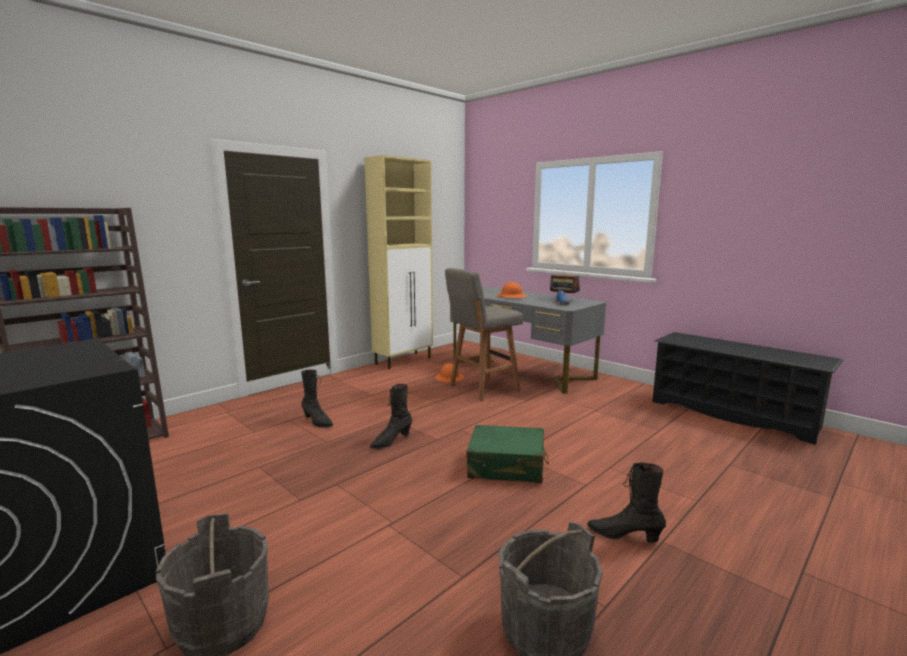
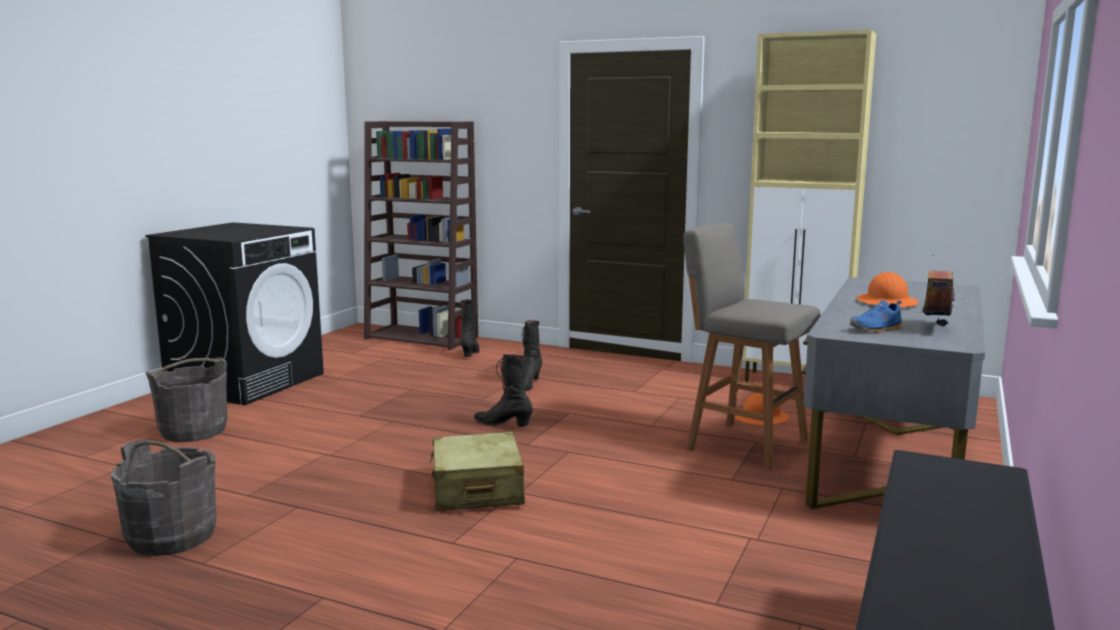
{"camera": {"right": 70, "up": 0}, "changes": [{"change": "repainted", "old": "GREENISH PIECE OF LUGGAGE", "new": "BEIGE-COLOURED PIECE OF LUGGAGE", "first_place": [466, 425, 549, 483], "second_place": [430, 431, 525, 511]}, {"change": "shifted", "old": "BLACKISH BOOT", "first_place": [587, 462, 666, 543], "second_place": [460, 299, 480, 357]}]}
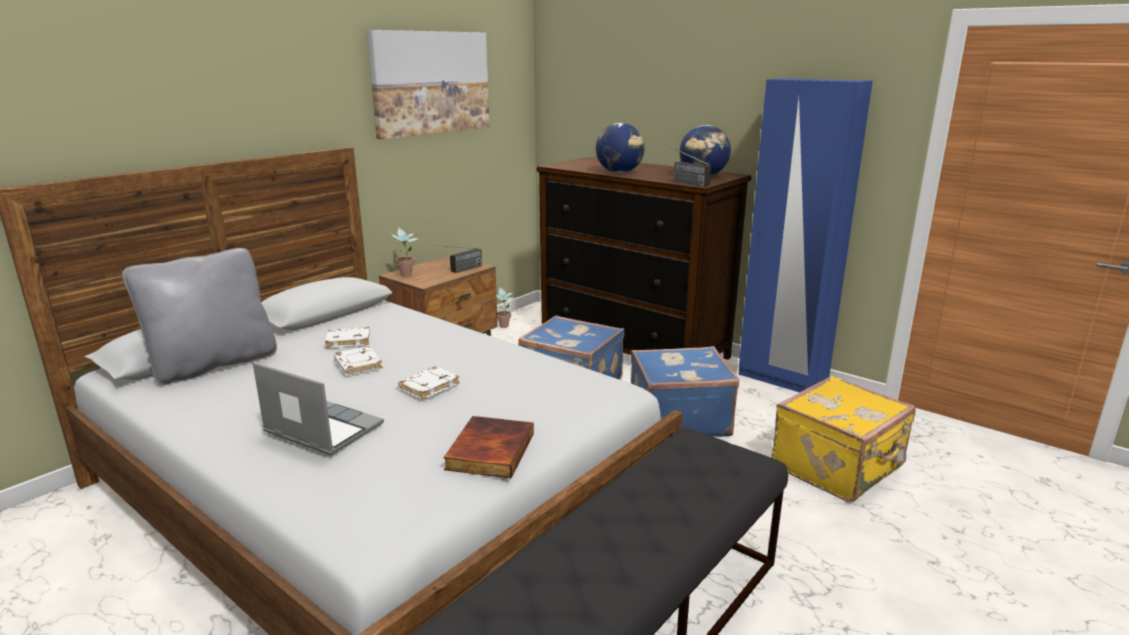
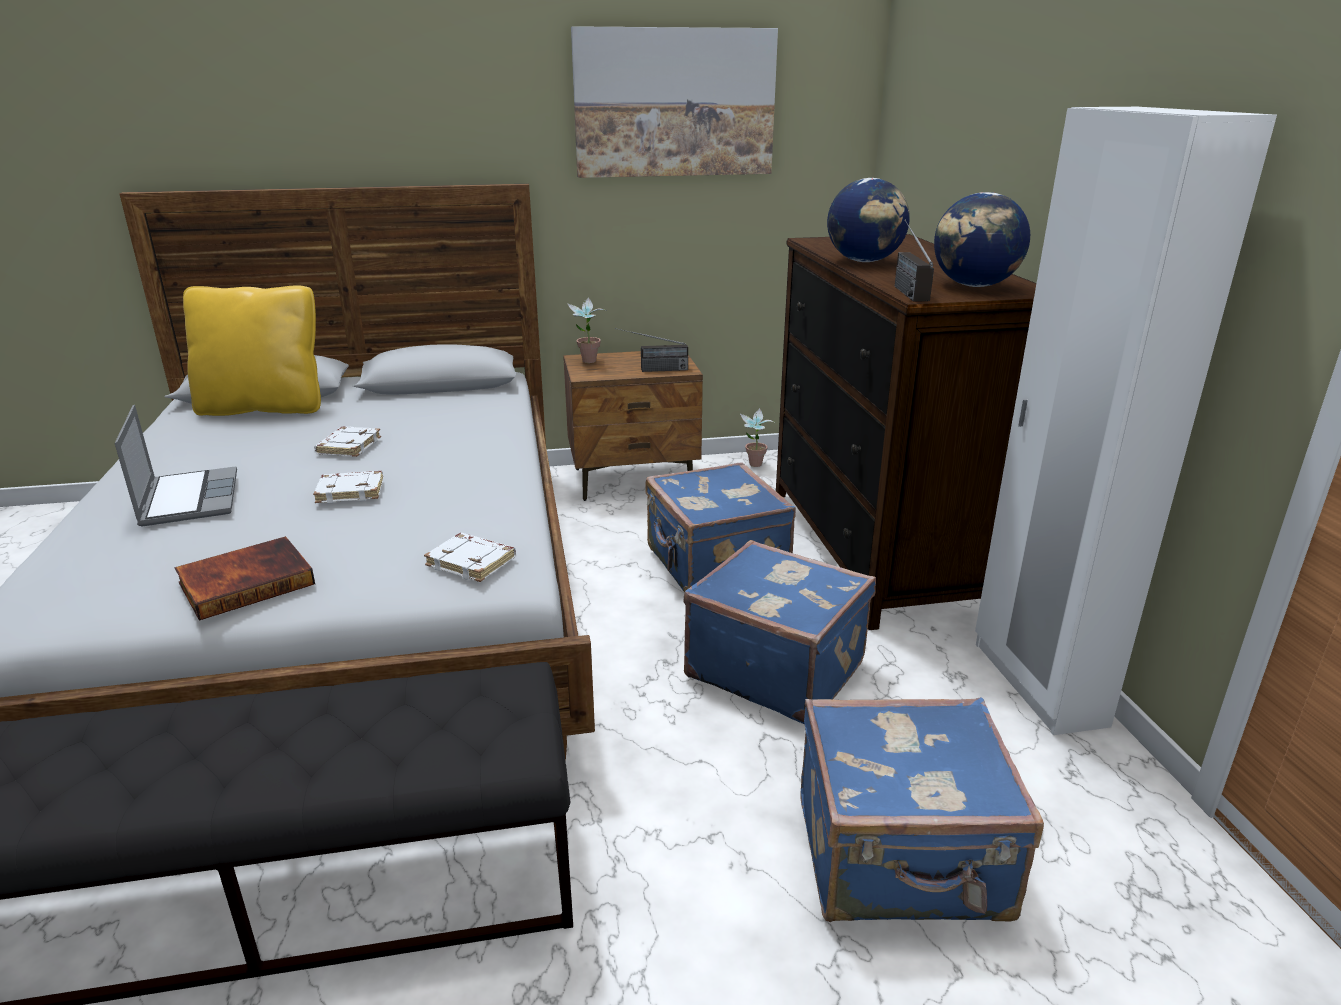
{"camera": {"right": 40, "up": 5}, "changes": [{"change": "repainted", "old": "GREYISH PILLOW", "new": "YELLOWISH PILLOW", "first_place": [122, 248, 277, 385], "second_place": [183, 286, 321, 416]}, {"change": "shifted", "old": "WHITE BOUND BOOK", "first_place": [325, 327, 370, 348], "second_place": [424, 533, 516, 582]}, {"change": "repainted", "old": "BLUE WARDROBE", "new": "WHITE WARDROBE", "first_place": [739, 78, 873, 392], "second_place": [975, 107, 1277, 735]}, {"change": "repainted", "old": "YELLOWISH PIECE OF LUGGAGE", "new": "BLUE PIECE OF LUGGAGE", "first_place": [771, 375, 916, 502], "second_place": [800, 697, 1044, 922]}]}
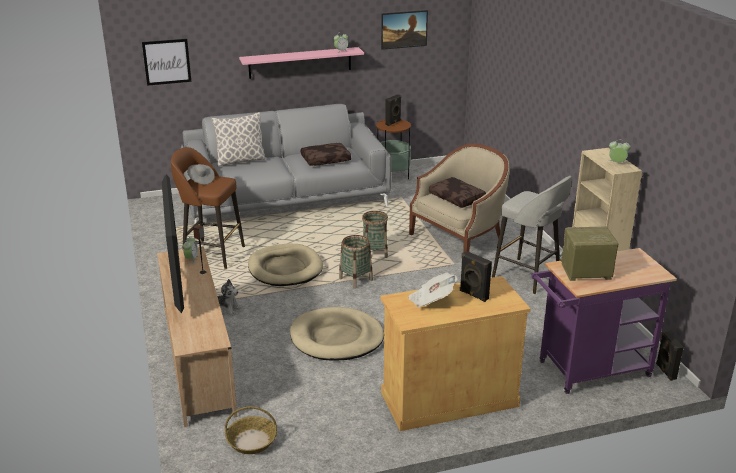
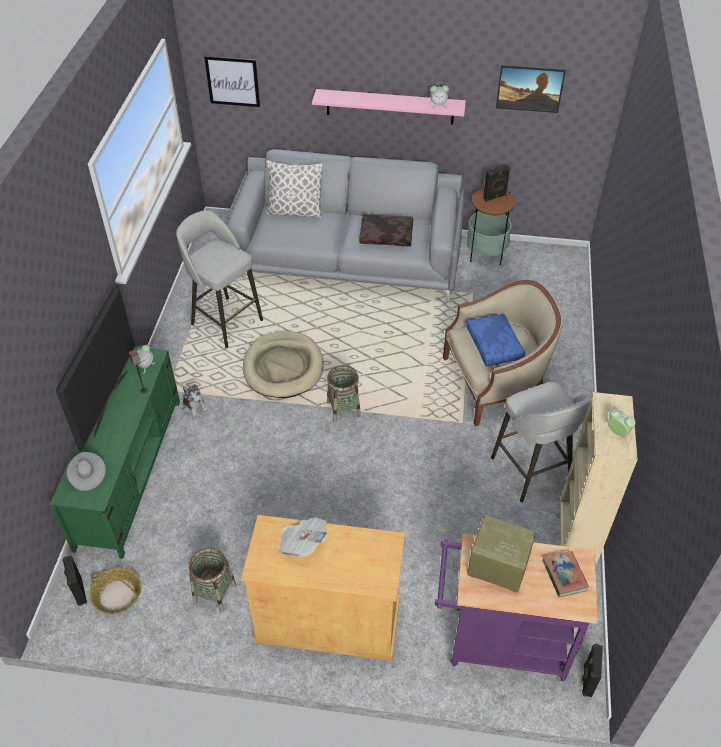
{"camera": {"right": 25, "up": 20}, "changes": [{"change": "repainted", "old": "BEIGE-COLOURED TV STAND", "new": "GREENISH TV STAND", "first_place": [157, 247, 238, 427], "second_place": [50, 347, 180, 559]}, {"change": "repainted", "old": "BROWN-COLOURED STOOL SEAT", "new": "GREYISH STOOL SEAT", "first_place": [171, 147, 245, 269], "second_place": [176, 210, 263, 348]}, {"change": "shifted", "old": "GREYISH WEARABLE HAT", "first_place": [187, 164, 215, 185], "second_place": [66, 452, 106, 491]}, {"change": "gone", "old": "BEIGE-COLOURED DOG BED", "first_place": [290, 307, 384, 361]}, {"change": "shifted", "old": "STORAGE BASKET", "first_place": [362, 211, 388, 258], "second_place": [189, 548, 236, 612]}, {"change": "repainted", "old": "BROWN-COLOURED PILLOW", "new": "BLUE PILLOW", "first_place": [429, 177, 486, 208], "second_place": [466, 314, 525, 366]}, {"change": "shifted", "old": "BLACKISH LOUDSPEAKER", "first_place": [460, 251, 492, 302], "second_place": [63, 555, 87, 606]}, {"change": "new", "new": "BOUND BOOK", "second_place": [542, 551, 589, 597]}]}
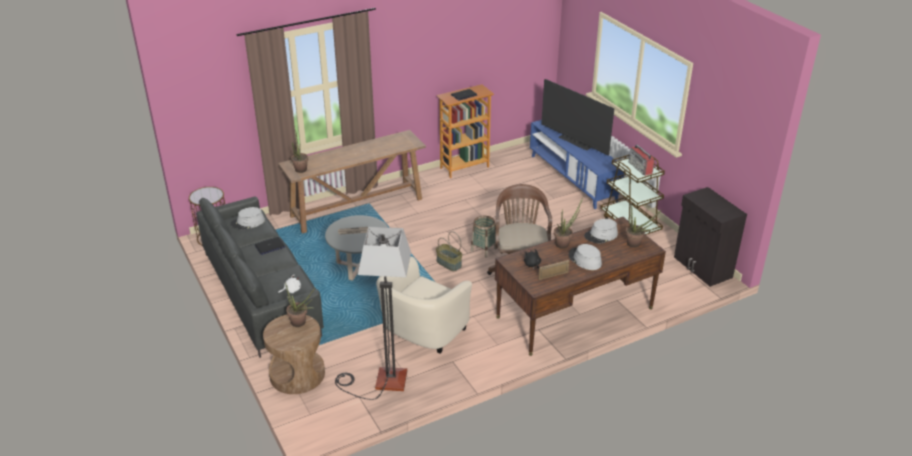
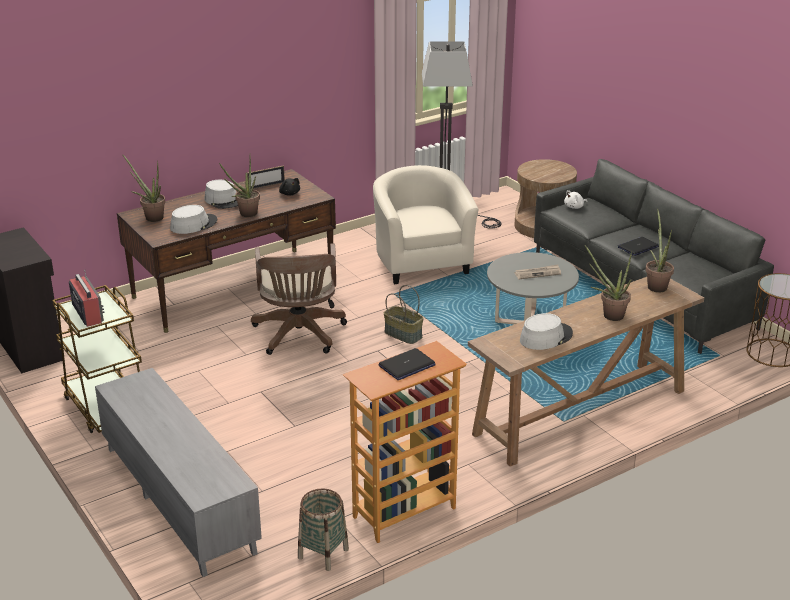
{"camera": {"right": 175, "up": -5}, "changes": [{"change": "shifted", "old": "GREYISH WEARABLE HAT", "first_place": [230, 207, 265, 230], "second_place": [520, 313, 573, 350]}, {"change": "shifted", "old": "POTTED PLANT", "first_place": [285, 282, 316, 327], "second_place": [585, 245, 632, 321]}, {"change": "rotated", "old": "BEIGE-COLOURED ARMCHAIR", "first_place": [376, 256, 472, 354], "second_place": [373, 165, 478, 284], "degrees": -45}, {"change": "shifted", "old": "STORAGE BASKET", "first_place": [471, 216, 497, 258], "second_place": [298, 488, 349, 571]}, {"change": "repainted", "old": "BLUE TV STAND", "new": "GREYISH TV STAND", "first_place": [530, 120, 624, 209], "second_place": [95, 368, 262, 577]}, {"change": "gone", "old": "TV", "first_place": [541, 79, 614, 155]}]}
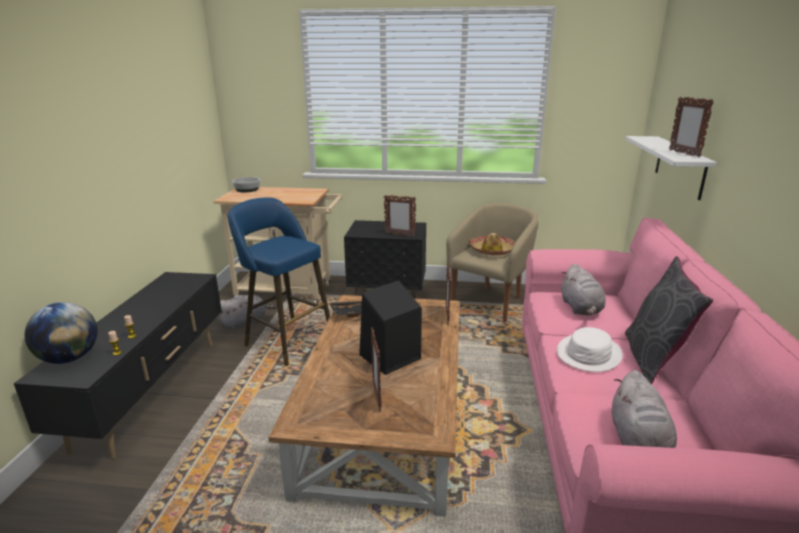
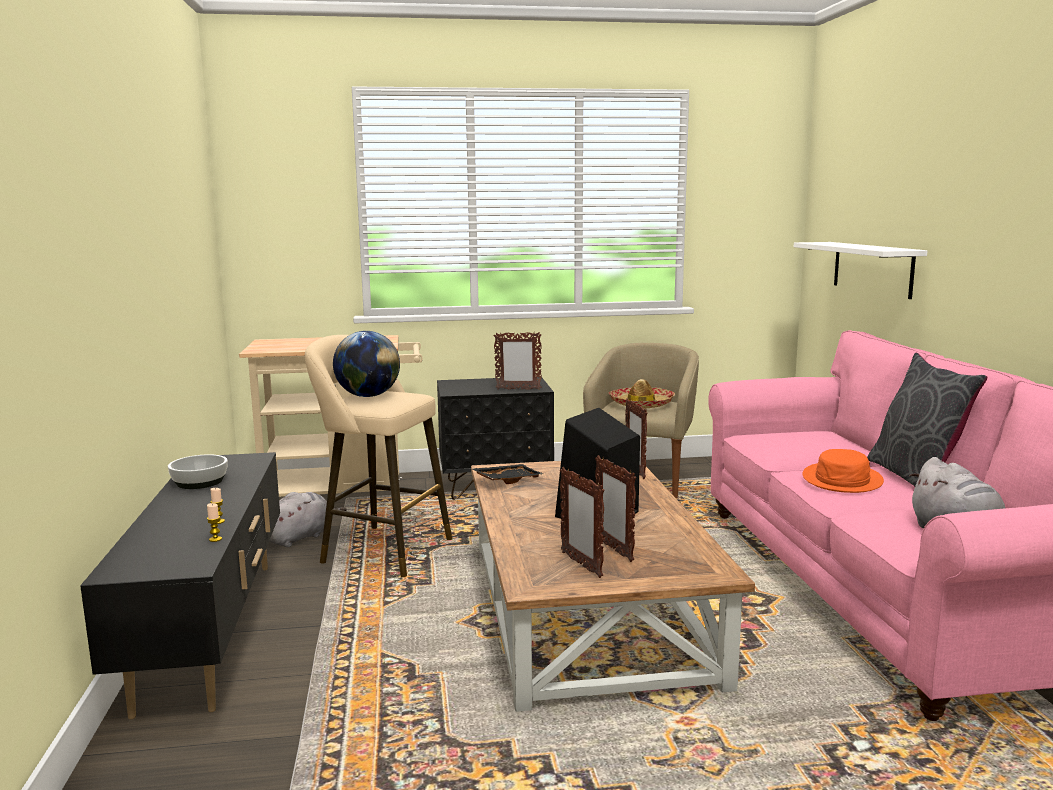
{"camera": {"right": -15, "up": -10}, "changes": [{"change": "shifted", "old": "WORLD GLOBE", "first_place": [25, 302, 98, 364], "second_place": [333, 331, 400, 397]}, {"change": "repainted", "old": "BLUE STOOL SEAT", "new": "BEIGE-COLOURED STOOL SEAT", "first_place": [228, 197, 330, 366], "second_place": [305, 335, 452, 577]}, {"change": "shifted", "old": "SERVING BOWL", "first_place": [232, 177, 260, 192], "second_place": [168, 454, 228, 489]}, {"change": "repainted", "old": "WHITE WEARABLE HAT", "new": "ORANGE WEARABLE HAT", "first_place": [557, 327, 623, 372], "second_place": [802, 449, 884, 493]}, {"change": "gone", "old": "GREYISH SOFT TOY", "first_place": [562, 263, 605, 315]}, {"change": "shifted", "old": "STANDING FRAME", "first_place": [669, 97, 714, 158], "second_place": [560, 467, 605, 578]}]}
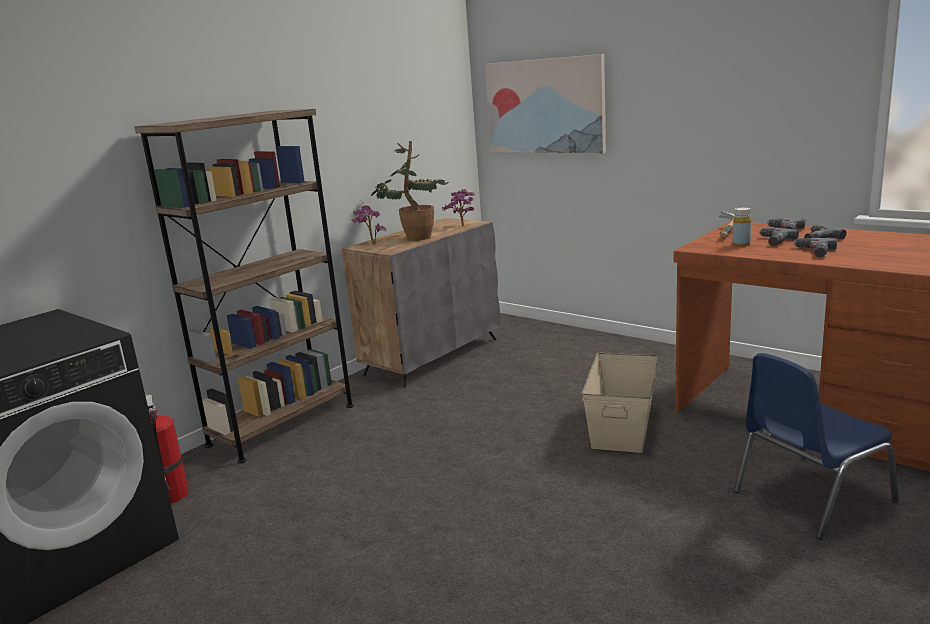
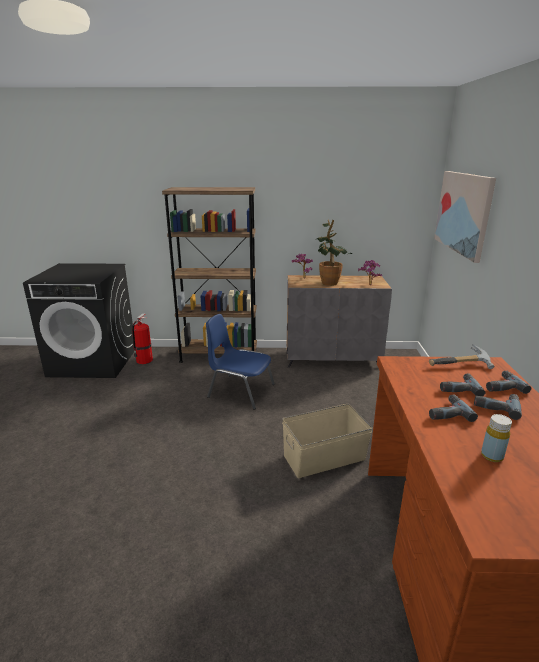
{"camera": {"right": 50, "up": 5}, "changes": [{"change": "shifted", "old": "YELLOWISH BOTTLE", "first_place": [732, 207, 751, 246], "second_place": [481, 414, 512, 462]}, {"change": "shifted", "old": "BLUE CHAIR", "first_place": [734, 353, 899, 540], "second_place": [206, 314, 275, 409]}]}
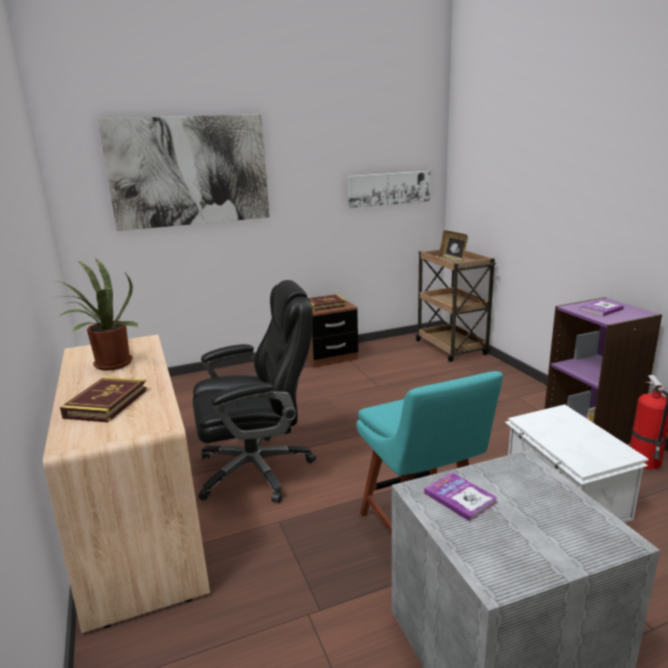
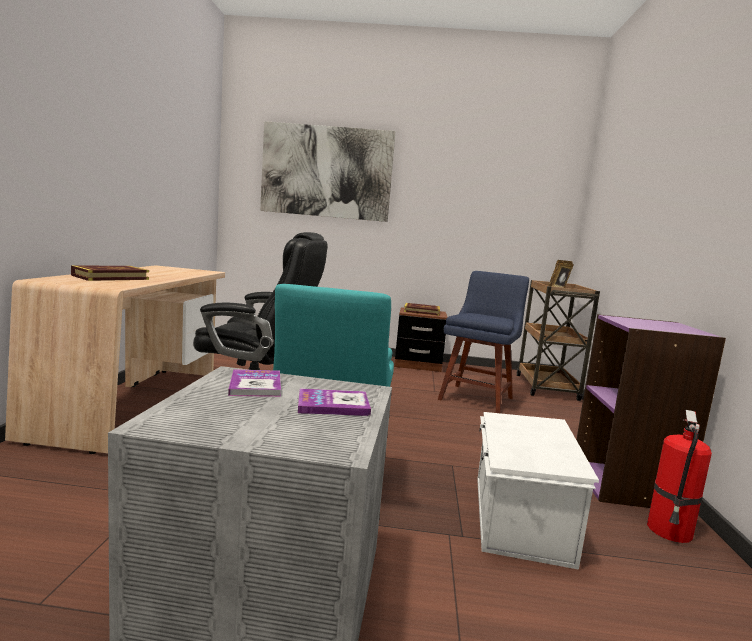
{"camera": {"right": 25, "up": -10}, "changes": [{"change": "gone", "old": "POTTED PLANT", "first_place": [55, 258, 138, 371]}, {"change": "gone", "old": "PICTURE", "first_place": [348, 171, 431, 208]}, {"change": "shifted", "old": "BOUND BOOK", "first_place": [580, 300, 624, 316], "second_place": [298, 389, 371, 416]}, {"change": "new", "new": "BLUE CHAIR", "second_place": [438, 271, 529, 413]}]}
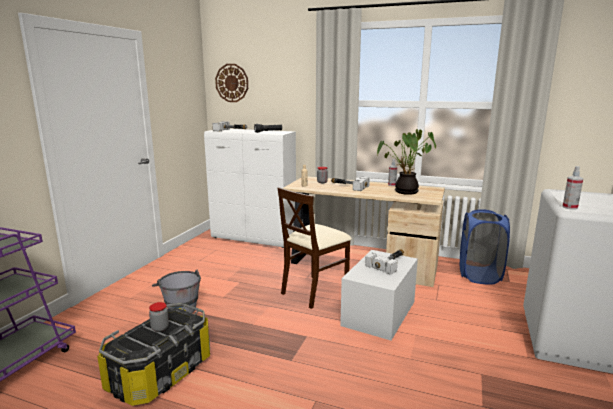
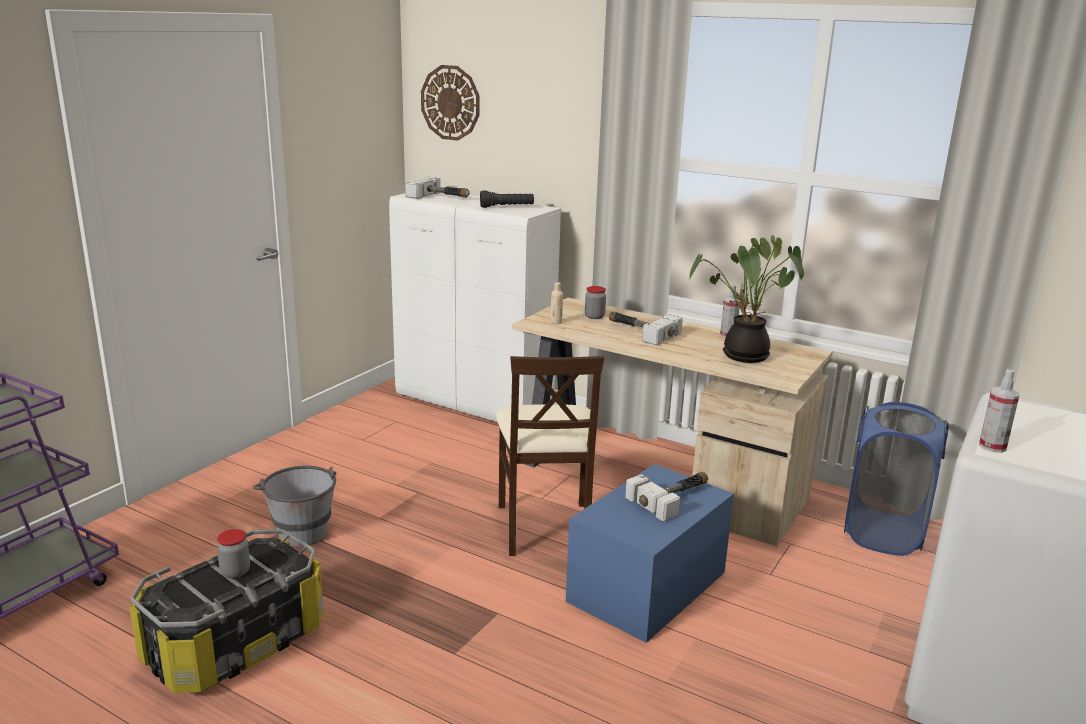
{"camera": {"right": 10, "up": 5}, "changes": [{"change": "rotated", "old": "BEIGE-COLOURED CHAIR", "first_place": [277, 187, 352, 309], "second_place": [496, 356, 604, 556], "degrees": -60}, {"change": "repainted", "old": "WHITE STORAGE BIN", "new": "BLUE STORAGE BIN", "first_place": [340, 250, 418, 340], "second_place": [566, 464, 734, 643]}]}
